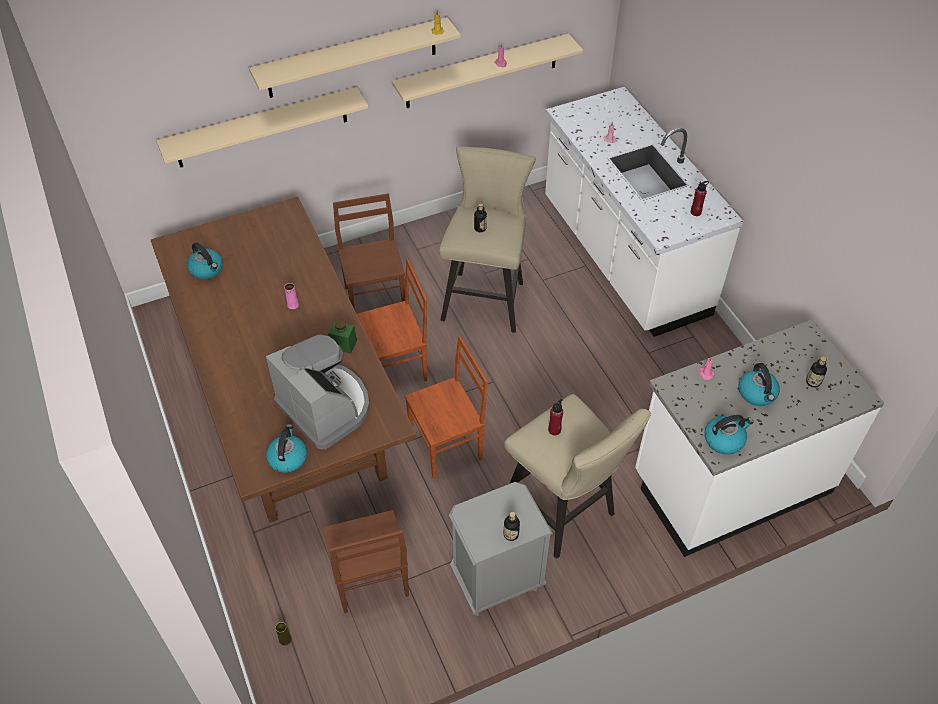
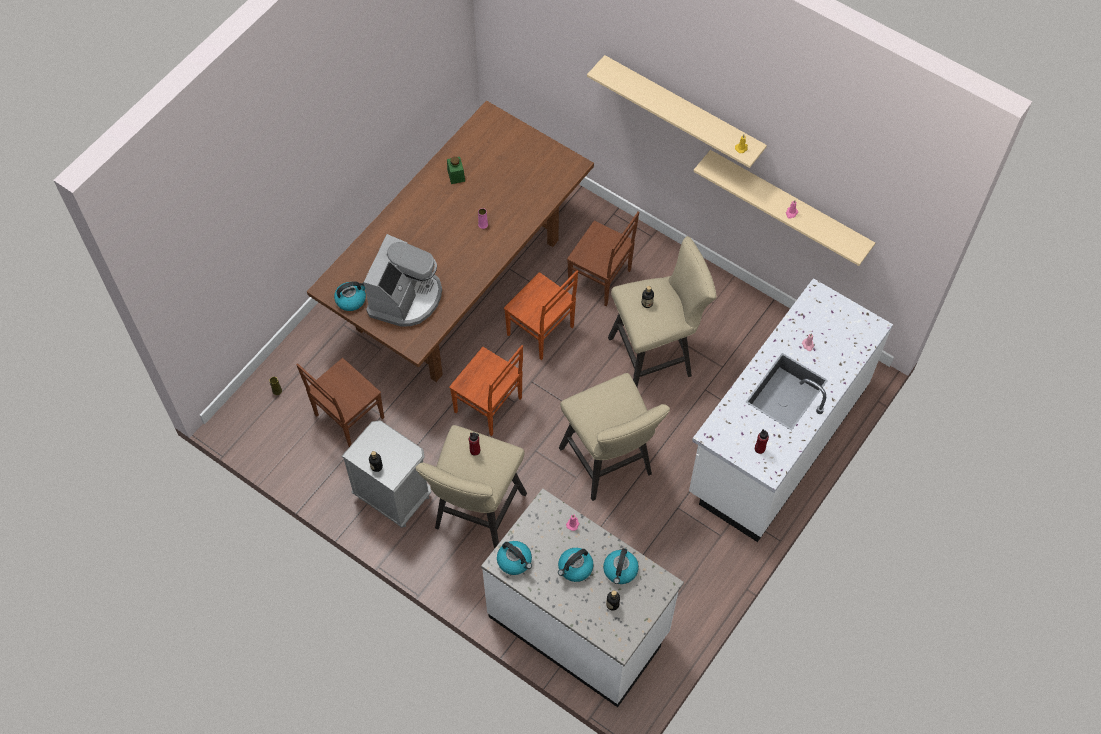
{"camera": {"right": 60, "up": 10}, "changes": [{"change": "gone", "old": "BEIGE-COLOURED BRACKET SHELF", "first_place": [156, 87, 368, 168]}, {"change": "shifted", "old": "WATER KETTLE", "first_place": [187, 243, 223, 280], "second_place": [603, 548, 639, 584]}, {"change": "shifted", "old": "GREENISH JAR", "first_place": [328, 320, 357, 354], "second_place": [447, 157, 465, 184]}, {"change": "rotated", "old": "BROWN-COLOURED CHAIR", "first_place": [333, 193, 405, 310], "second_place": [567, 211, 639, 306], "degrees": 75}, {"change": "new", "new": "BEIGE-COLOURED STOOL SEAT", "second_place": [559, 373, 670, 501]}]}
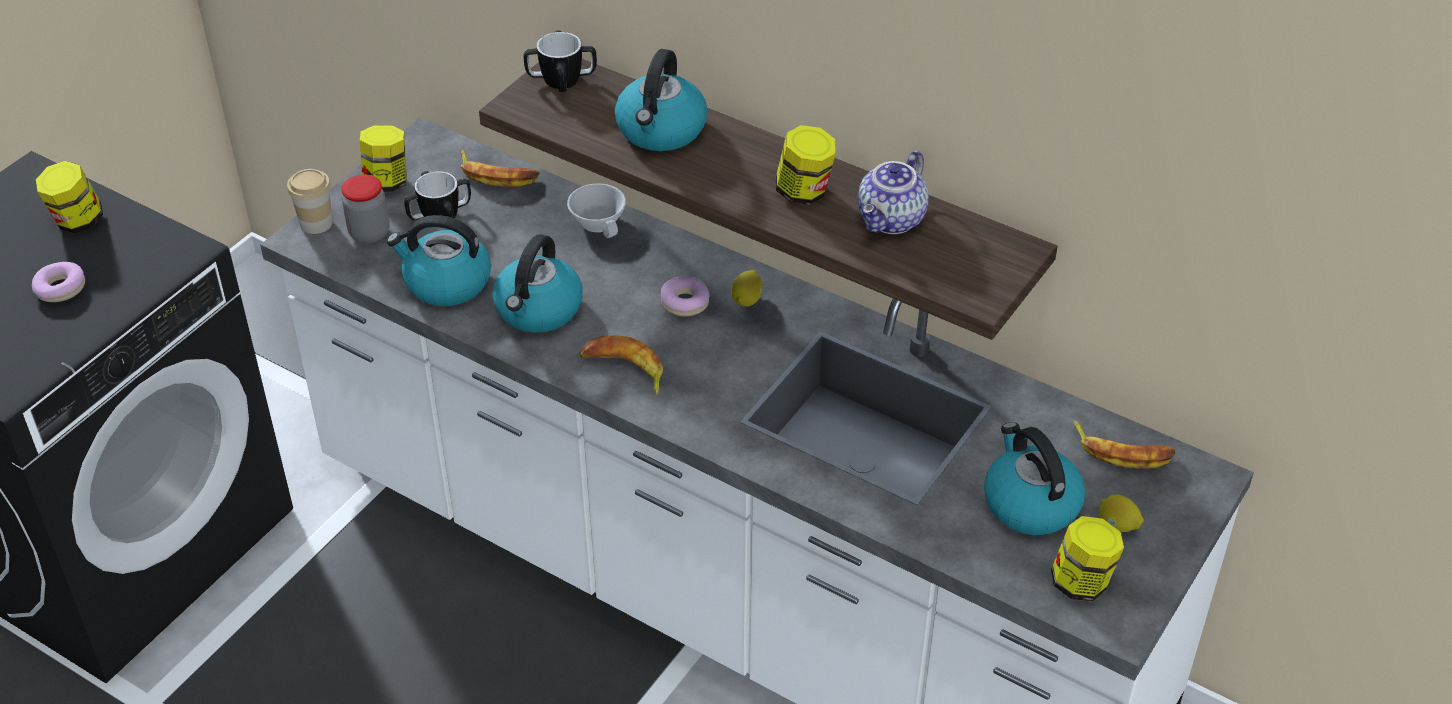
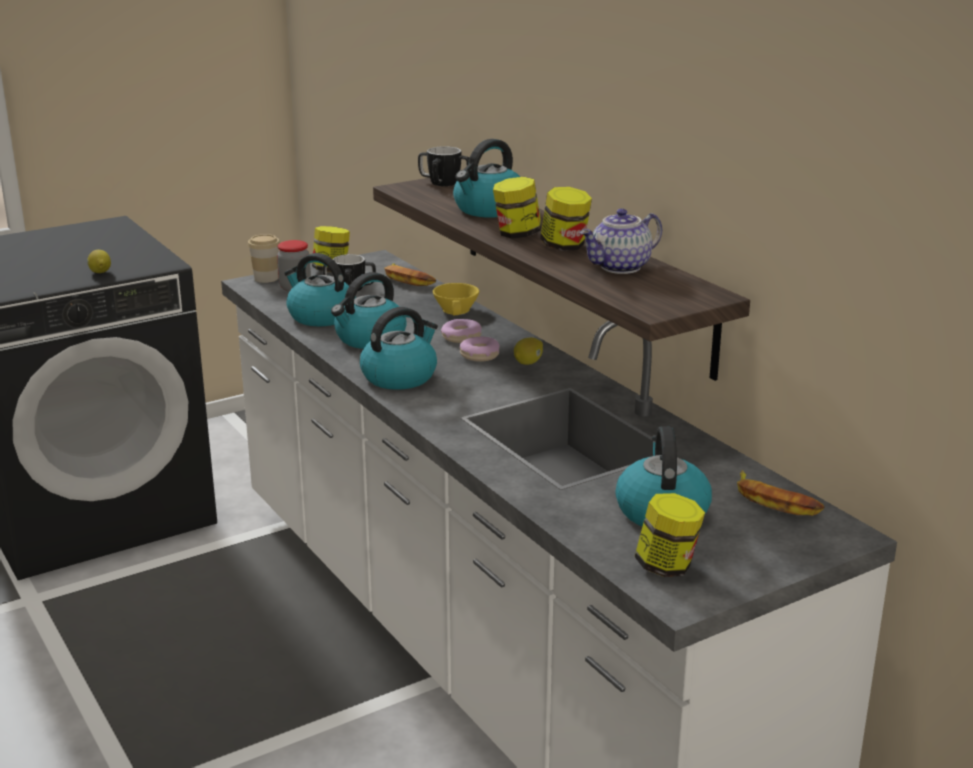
{"camera": {"right": 25, "up": -20}, "changes": [{"change": "shifted", "old": "RING DOUGHNUT", "first_place": [32, 262, 85, 302], "second_place": [441, 319, 482, 343]}, {"change": "shifted", "old": "JAR", "first_place": [36, 161, 103, 233], "second_place": [493, 177, 541, 239]}, {"change": "repainted", "old": "WHITE DRINKING CUP", "new": "YELLOWISH DRINKING CUP", "first_place": [567, 183, 626, 238], "second_place": [433, 283, 479, 316]}, {"change": "swapped", "old": "WHOLE BANANA", "new": "WATER KETTLE", "first_place": [579, 335, 663, 396], "second_place": [360, 307, 438, 390]}, {"change": "shifted", "old": "CITRUS FRUIT", "first_place": [1099, 494, 1144, 532], "second_place": [87, 250, 111, 273]}]}
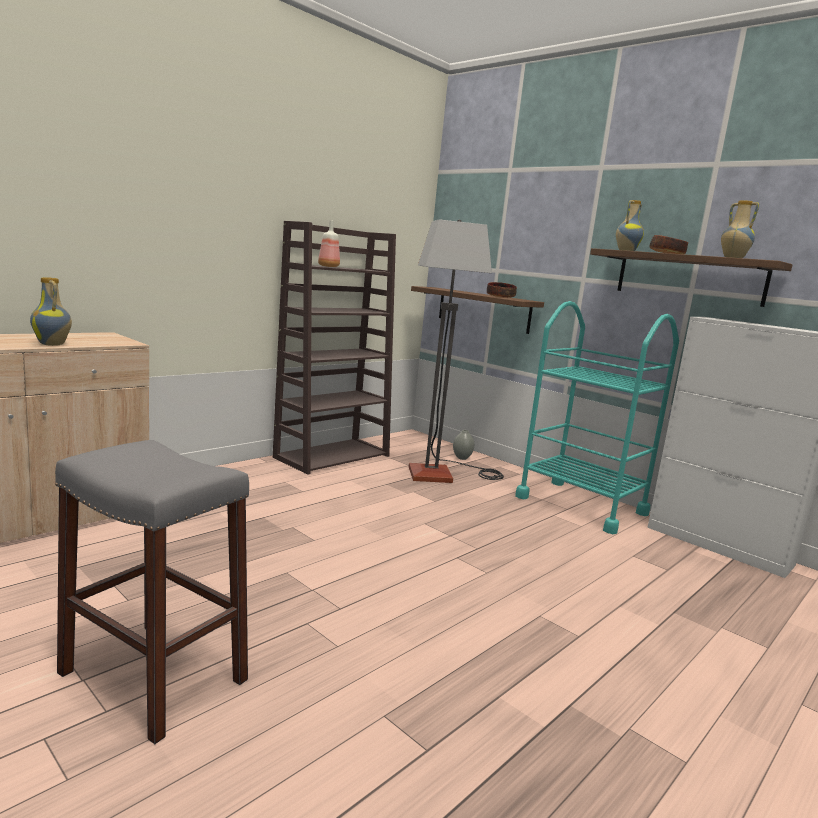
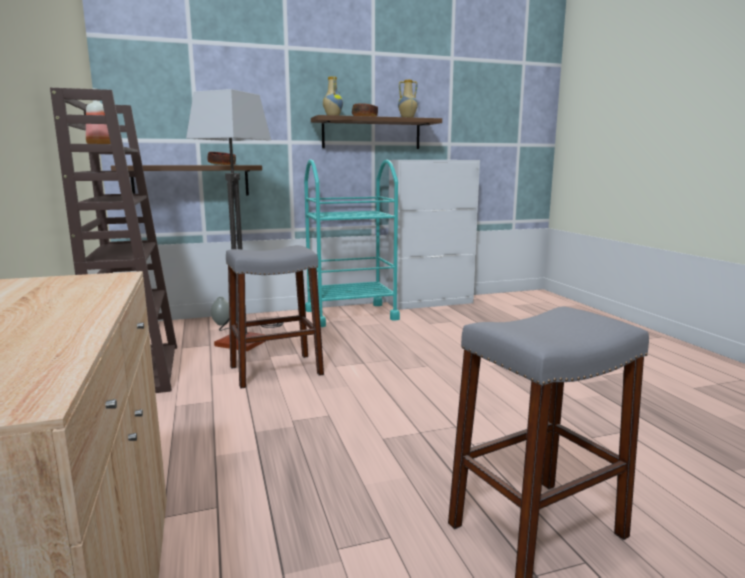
{"camera": {"right": -60, "up": 0}, "changes": [{"change": "gone", "old": "FLOWER VASE", "first_place": [30, 277, 72, 346]}, {"change": "new", "new": "GREYISH STOOL SEAT", "second_place": [226, 245, 324, 389]}]}
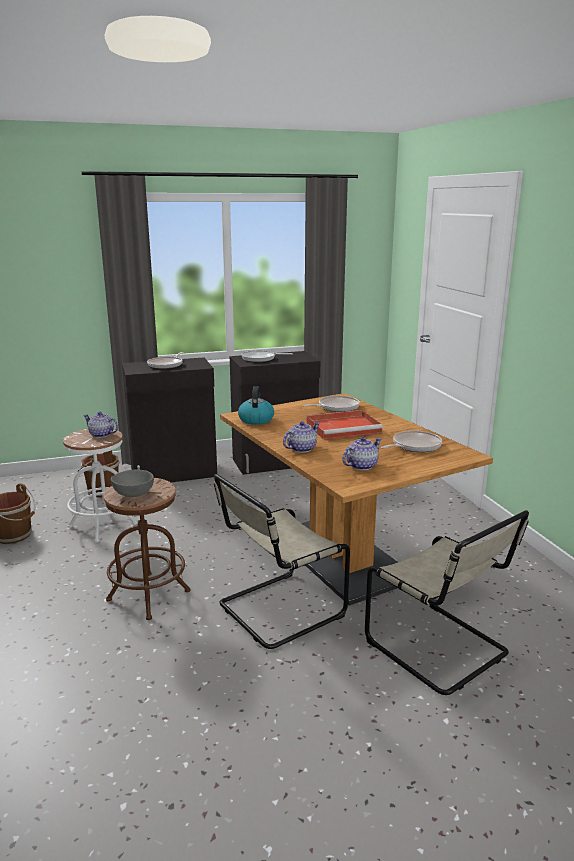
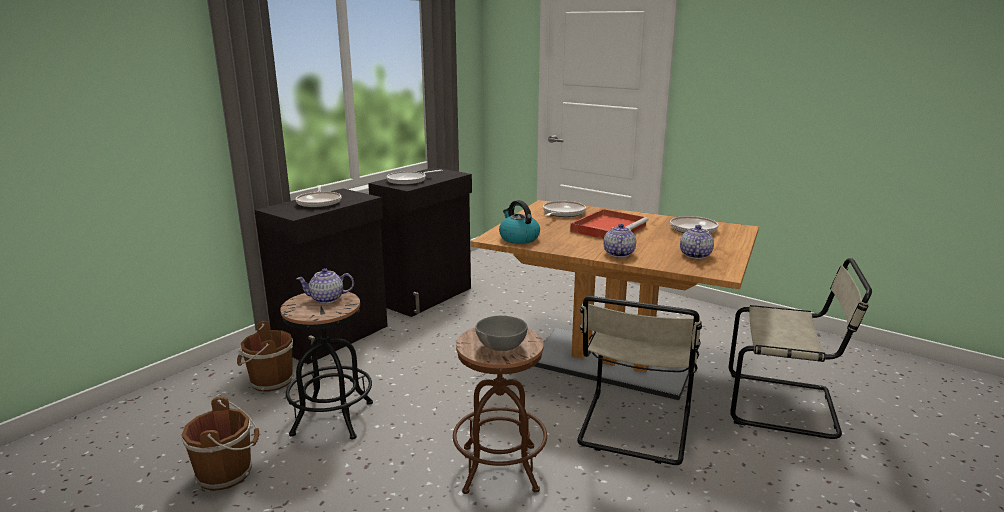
{"camera": {"right": -35, "up": 0}, "changes": [{"change": "repainted", "old": "WHITE STOOL SEAT", "new": "BLACKISH STOOL SEAT", "first_place": [63, 429, 137, 542], "second_place": [280, 292, 373, 439]}]}
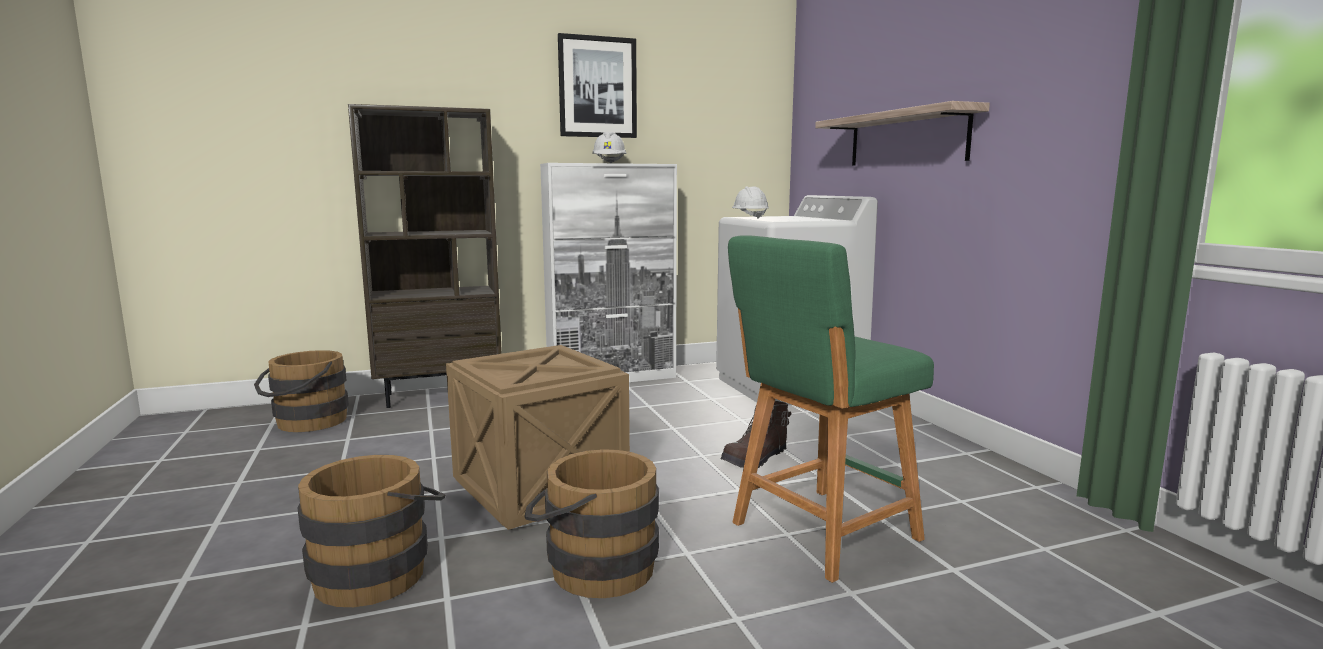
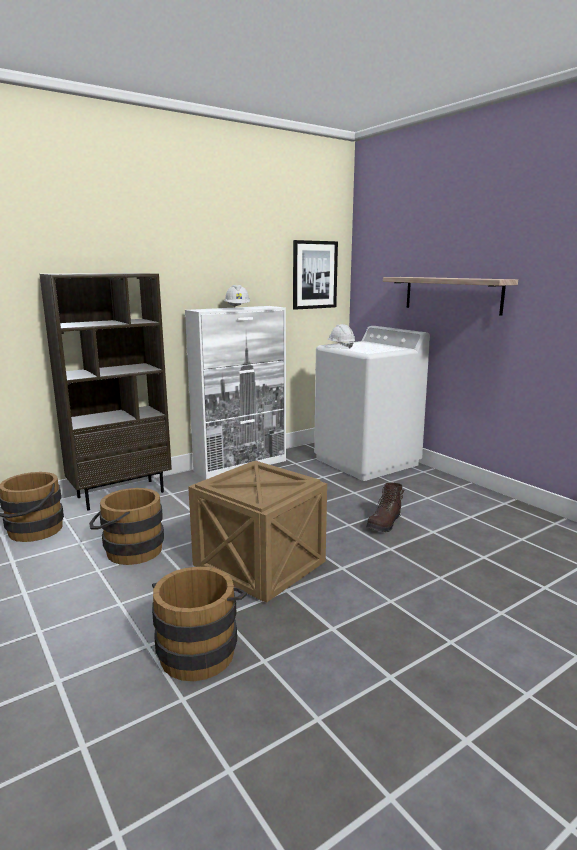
{"camera": {"right": -15, "up": 5}, "changes": [{"change": "shifted", "old": "BROWN-COLOURED BUCKET", "first_place": [524, 449, 659, 598], "second_place": [89, 488, 164, 565]}, {"change": "shifted", "old": "PICTURE", "first_place": [558, 33, 637, 138], "second_place": [293, 240, 338, 310]}, {"change": "gone", "old": "GREENISH STOOL SEAT", "first_place": [728, 235, 934, 583]}]}
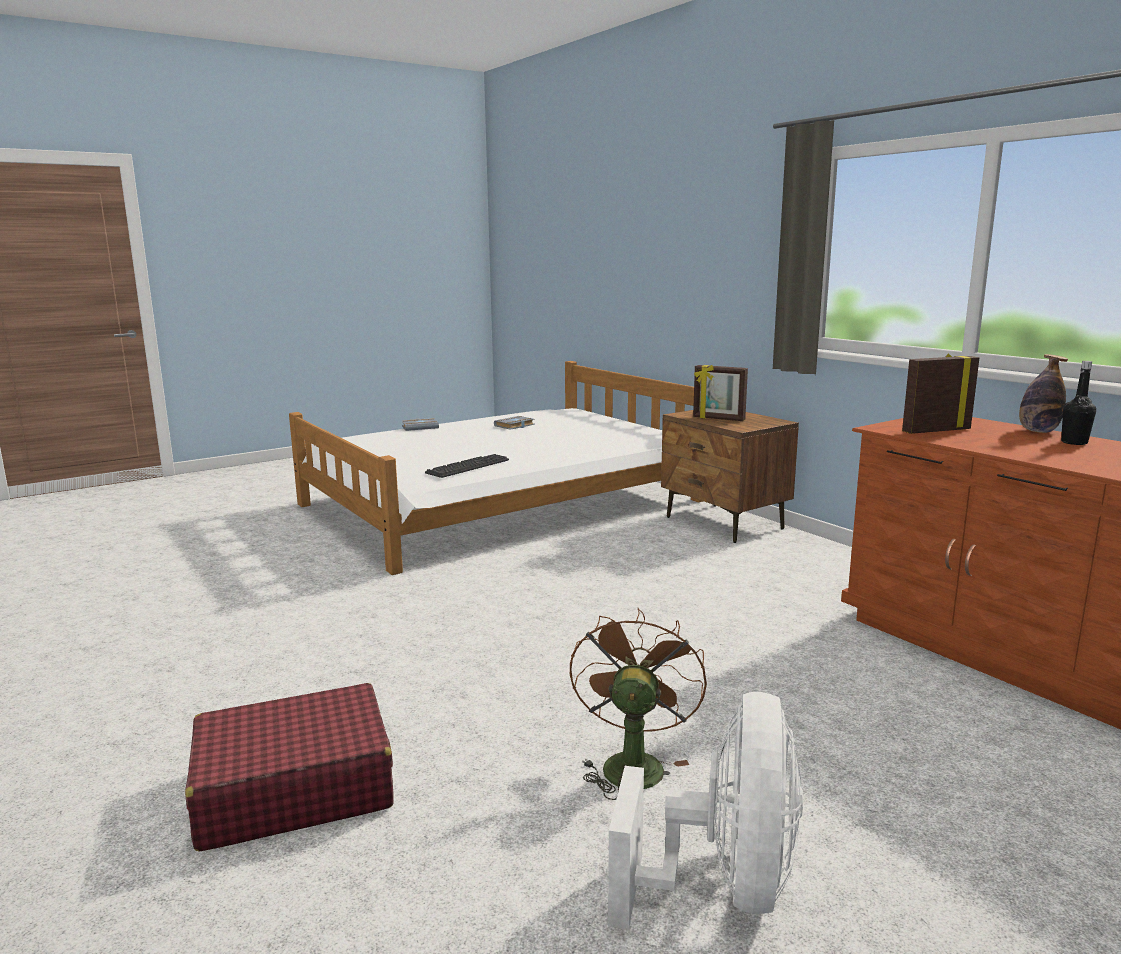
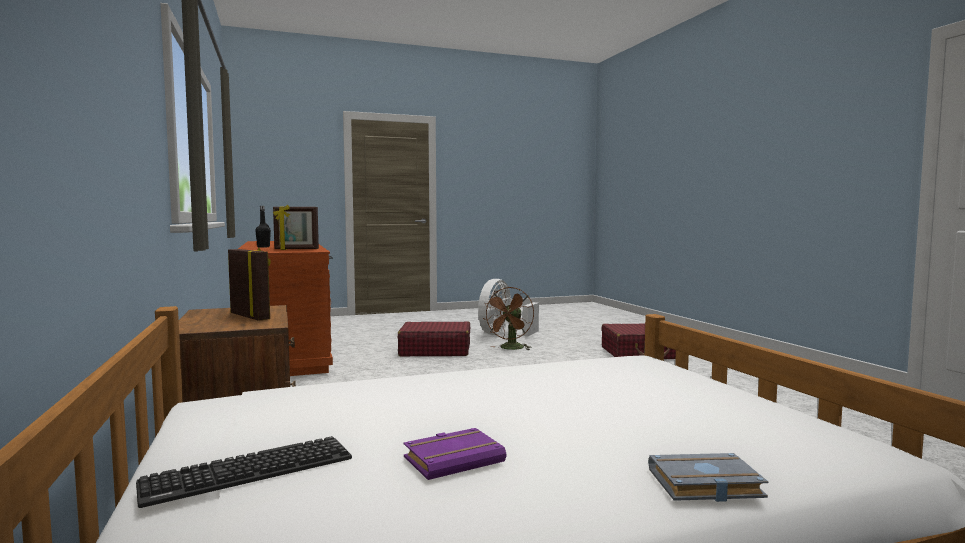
{"camera": {"right": -165, "up": -10}, "changes": [{"change": "shifted", "old": "PC KEYBOARD", "first_place": [425, 454, 509, 478], "second_place": [136, 436, 352, 508]}, {"change": "repainted", "old": "GREYISH BOUND BOOK", "new": "PURPLE-COLOURED BOUND BOOK", "first_place": [494, 416, 535, 430], "second_place": [404, 428, 506, 480]}, {"change": "gone", "old": "BOTTLE", "first_place": [1019, 354, 1068, 433]}, {"change": "new", "new": "REDDISH PIECE OF LUGGAGE", "second_place": [398, 321, 470, 356]}]}
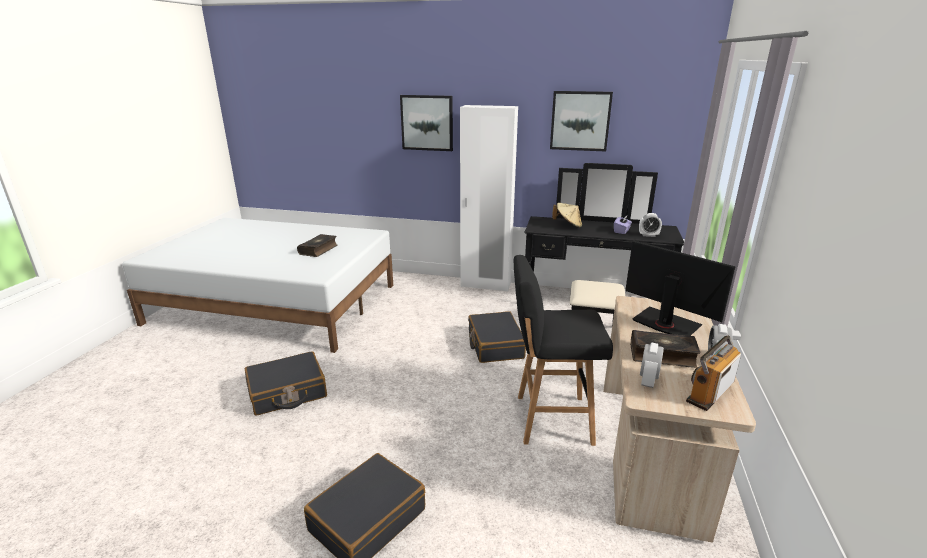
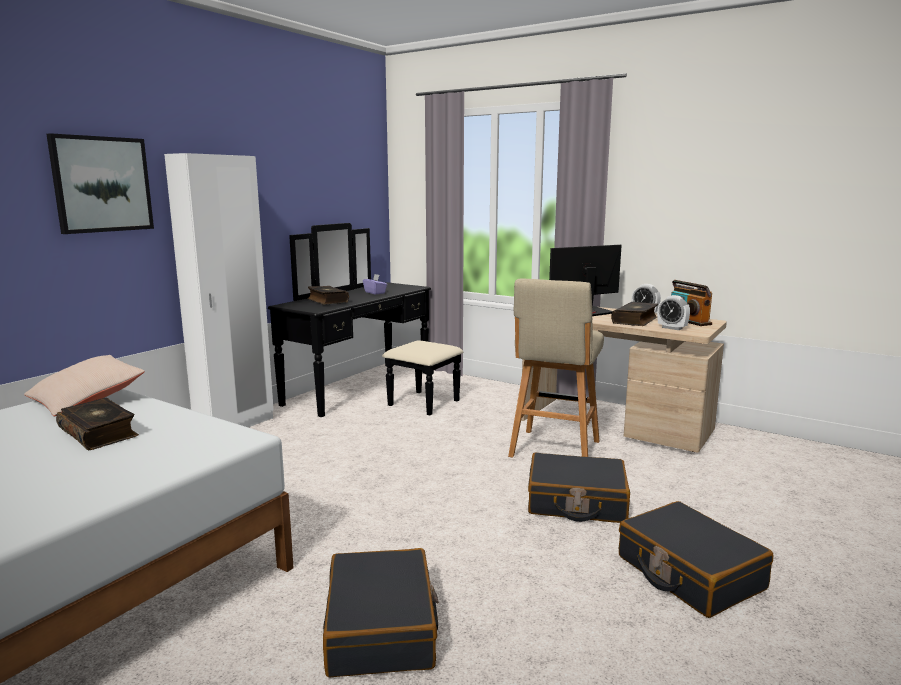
{"camera": {"right": -70, "up": -10}, "changes": [{"change": "shifted", "old": "BLACKISH PIECE OF LUGGAGE", "first_place": [468, 311, 526, 363], "second_place": [528, 453, 630, 523]}, {"change": "repainted", "old": "BLACKISH STOOL SEAT", "new": "BEIGE-COLOURED STOOL SEAT", "first_place": [514, 255, 613, 446], "second_place": [508, 279, 604, 458]}, {"change": "gone", "old": "PICTURE", "first_place": [550, 91, 613, 152]}, {"change": "swapped", "old": "BEIGE-COLOURED WEARABLE HAT", "new": "BOUND BOOK", "first_place": [552, 203, 582, 228], "second_place": [308, 286, 349, 305]}, {"change": "gone", "old": "TABLE CLOCK", "first_place": [639, 213, 662, 237]}, {"change": "new", "new": "BEIGE-COLOURED PILLOW", "second_place": [24, 355, 145, 416]}]}
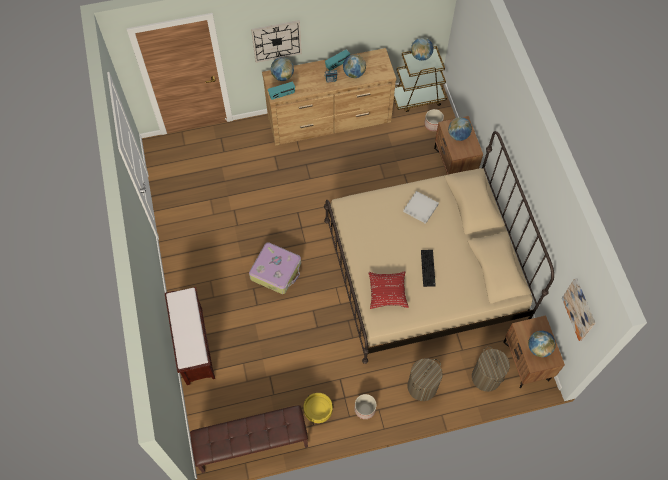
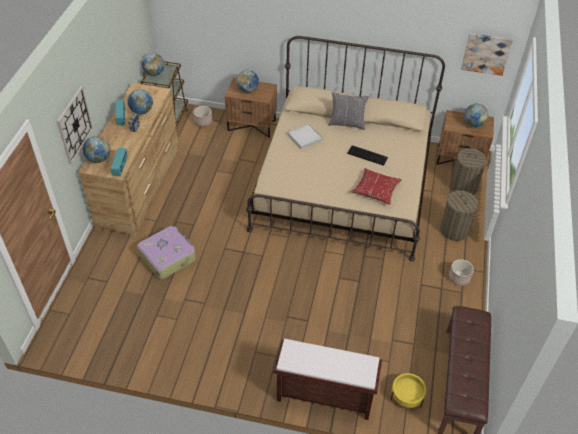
{"camera": {"right": -65, "up": -15}, "changes": [{"change": "shifted", "old": "PIECE OF LUGGAGE", "first_place": [249, 242, 301, 294], "second_place": [137, 226, 196, 279]}, {"change": "shifted", "old": "YELLOWISH PLANT POT", "first_place": [304, 393, 333, 425], "second_place": [391, 373, 426, 408]}, {"change": "new", "new": "GREYISH PILLOW", "second_place": [328, 92, 369, 130]}]}
